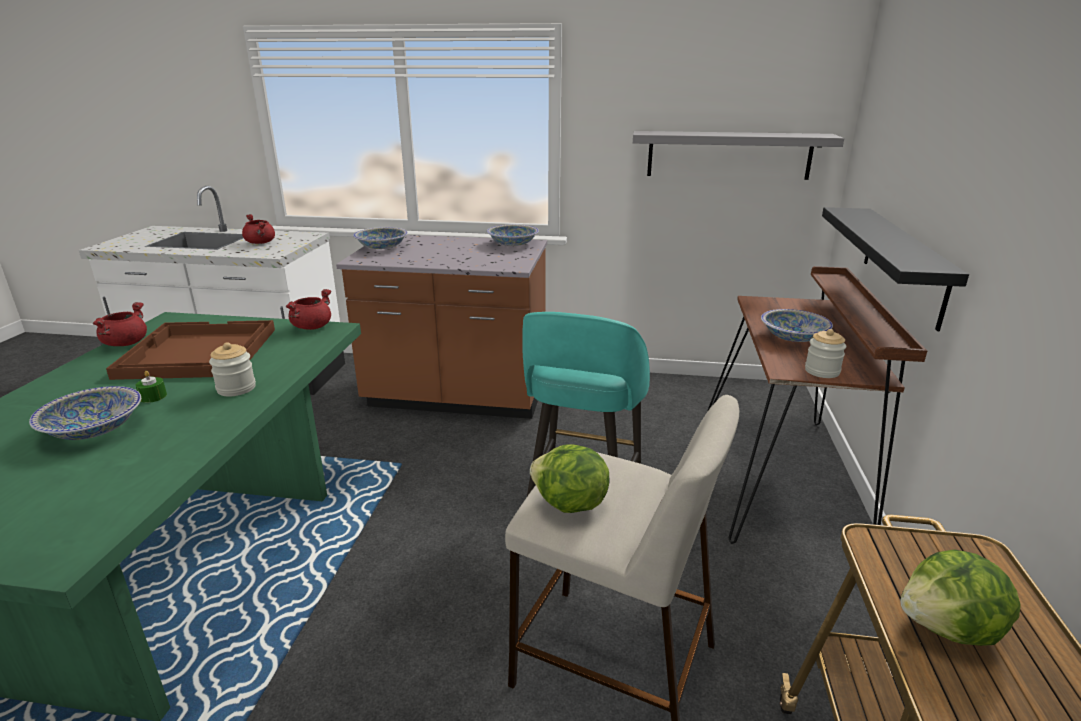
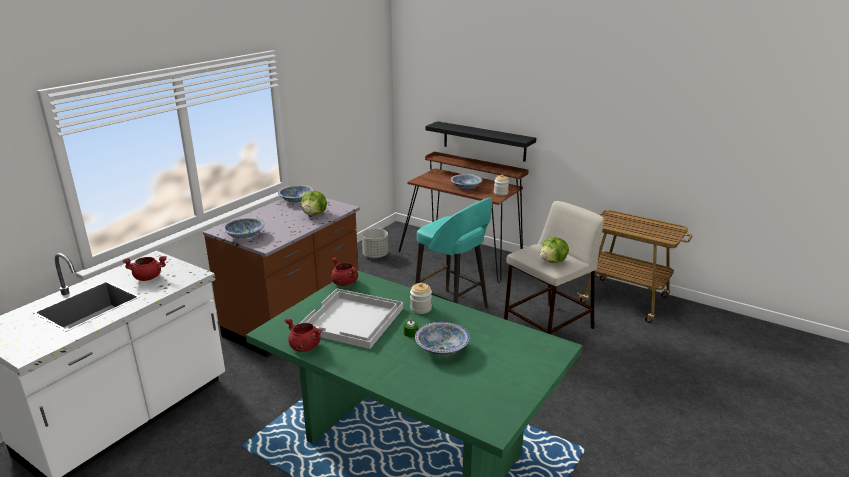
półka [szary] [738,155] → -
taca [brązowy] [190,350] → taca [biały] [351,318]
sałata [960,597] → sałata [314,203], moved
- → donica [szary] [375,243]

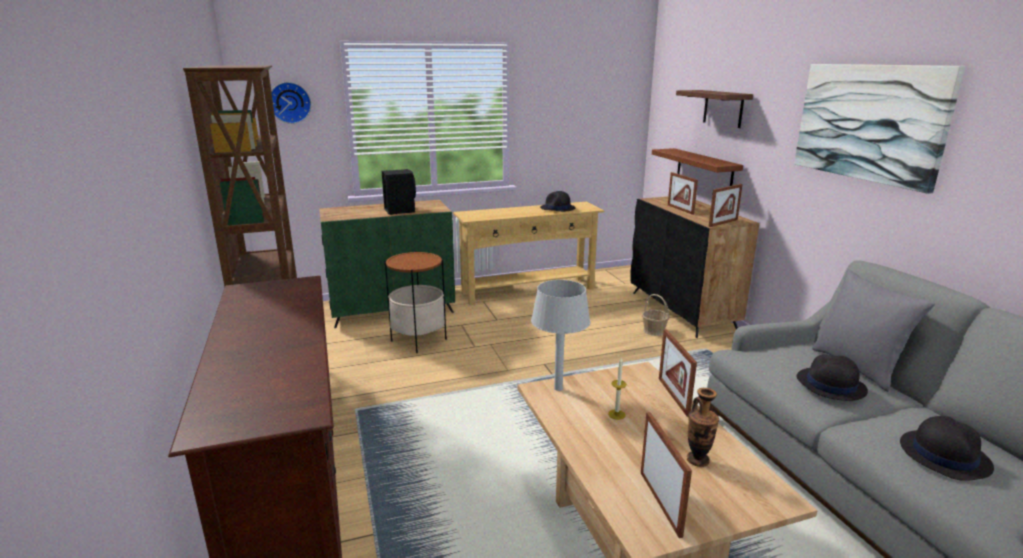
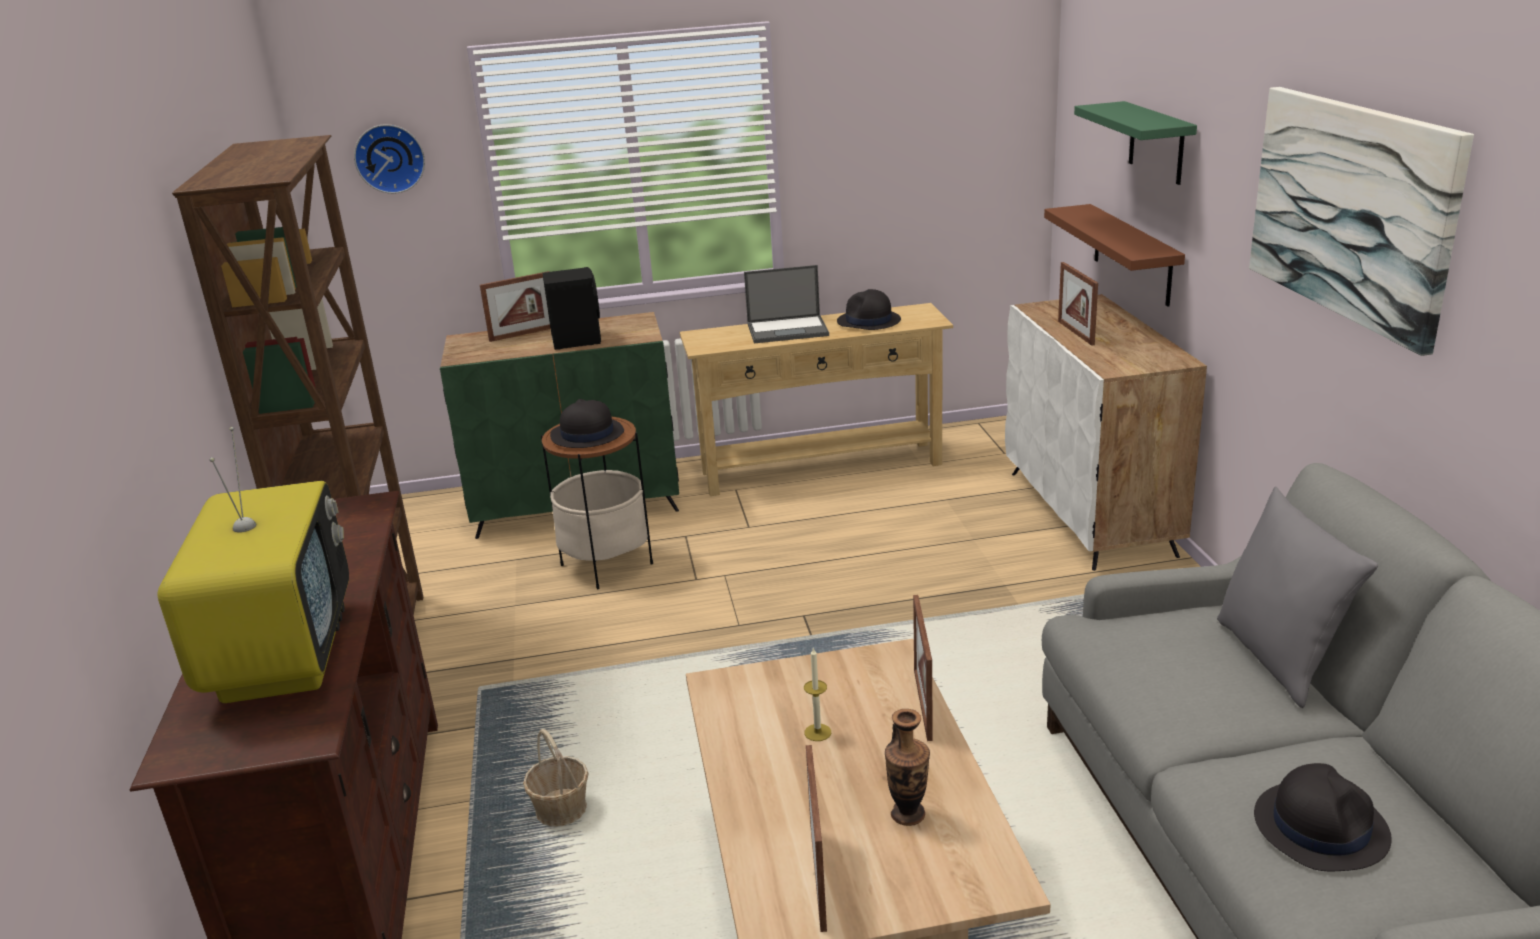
półka [brązowy] [714,109] → półka [zielony] [1135,143]
ramka na zdjęcie [726,205] → ramka na zdjęcie [515,306], moved
szafka [czarny] [694,267] → szafka [biały] [1106,432]
lampa stołowa [szary] [560,335] → -
koszyk [655,315] → koszyk [556,778], moved
kapelusz [czarny] [832,377] → kapelusz [czarny] [587,423], moved
- → laptop [786,304]
- → telewizor [253,565]

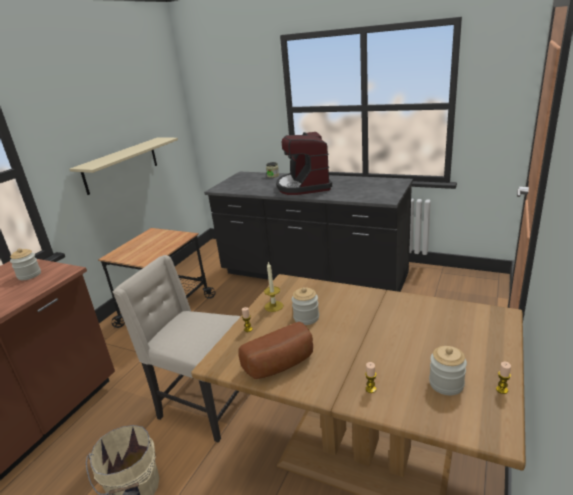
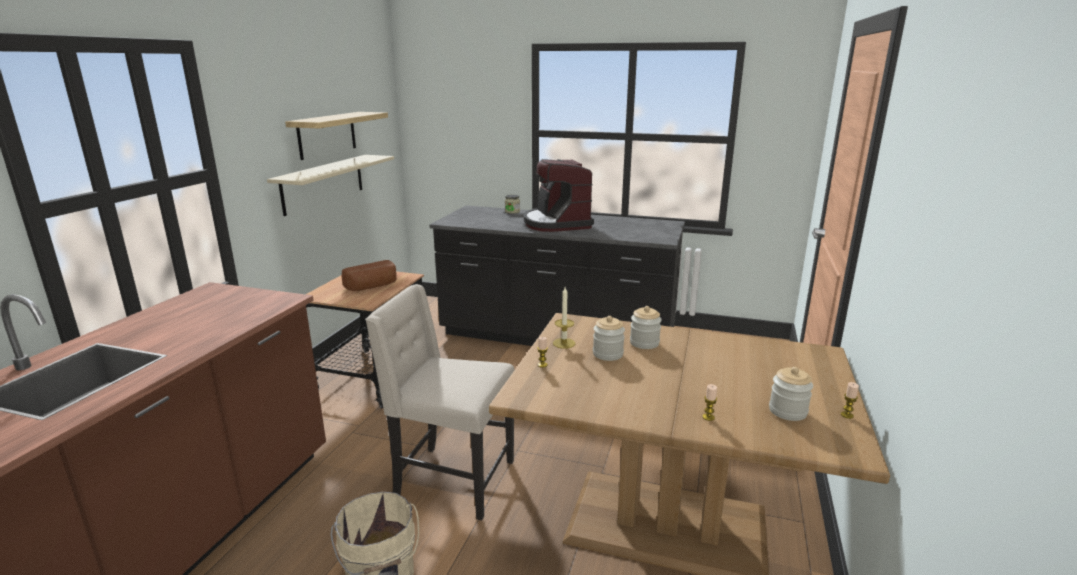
słoik [25,264] → słoik [646,327], moved
chleb [276,350] → chleb [369,275], moved
- → półka [336,136]

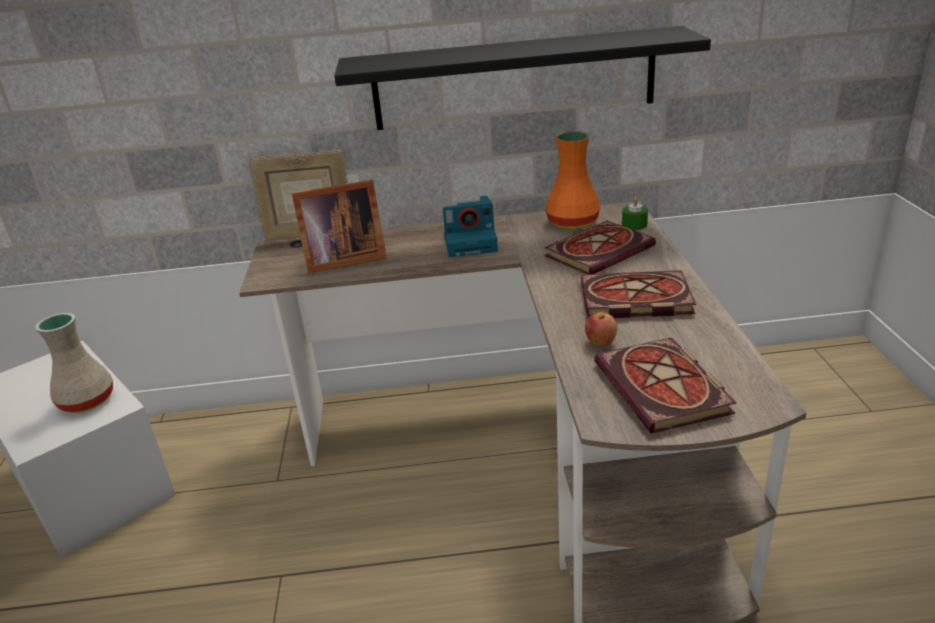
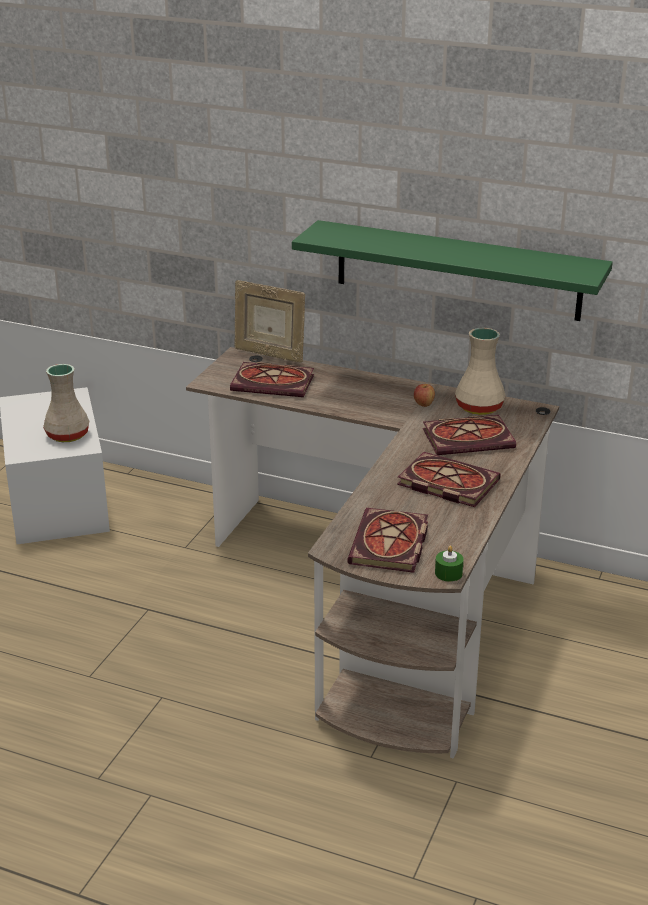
półka [czarny] [522,78] → półka [zielony] [452,270]
wazon [pomarańczowy] [572,180] → wazon [beżowy] [480,371]
ramka na zdjęcie [339,226] → książka [272,379]
aparat fotograficzny [470,226] → -
świeca [zielony] [635,213] → świeca [zielony] [449,564], moved
jabłko [601,329] → jabłko [424,395], moved

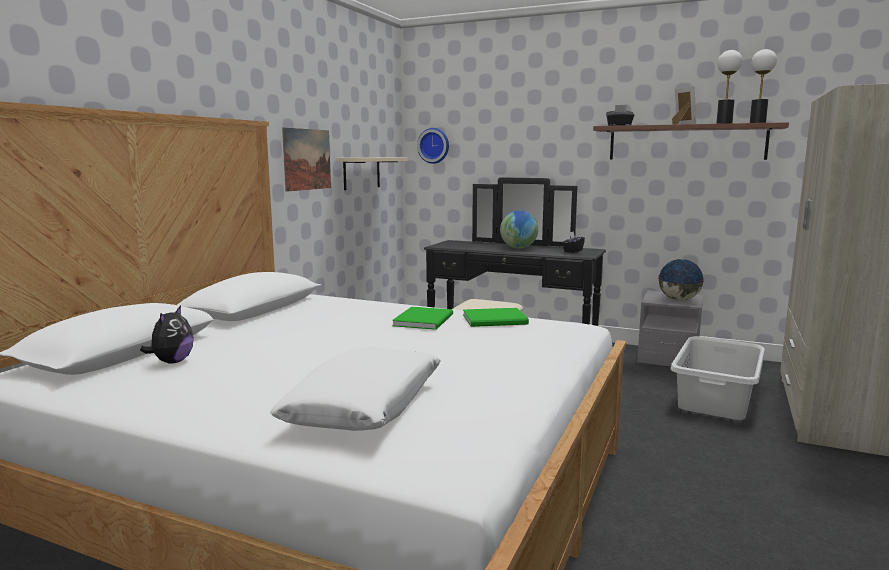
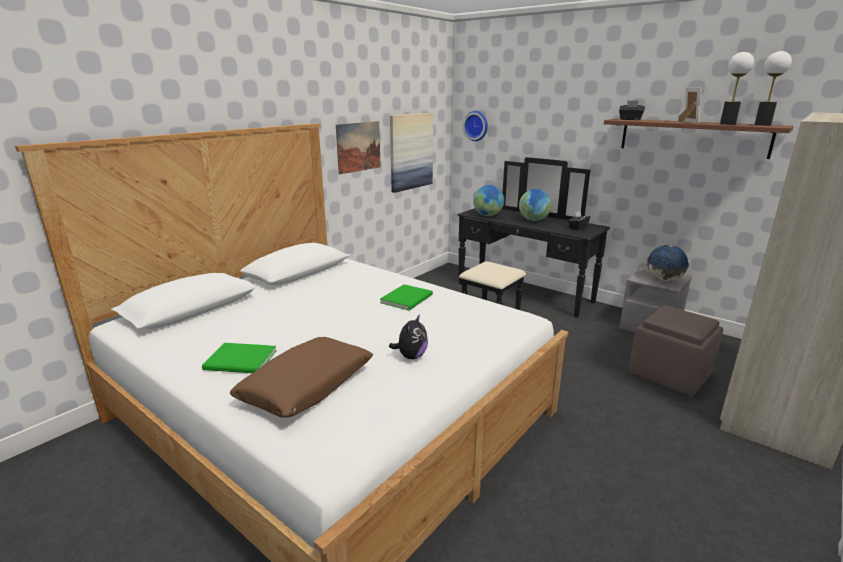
półka [beżowy] [372,174] → obraz [411,153]
pluszak [167,334] → pluszak [408,337], moved
książka [zielony] [496,317] → książka [zielony] [239,358], moved
kosz na pranie [szary] [717,378] → pufa [brązowy] [676,351]
poduszka [biały] [355,389] → poduszka [brązowy] [301,377]
- → globus [488,200]

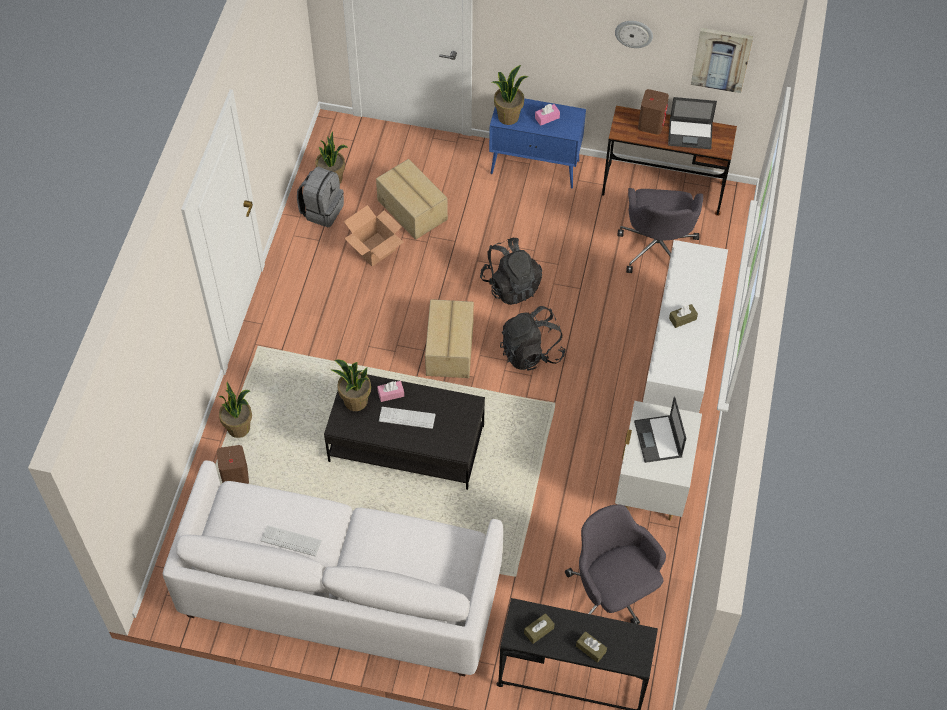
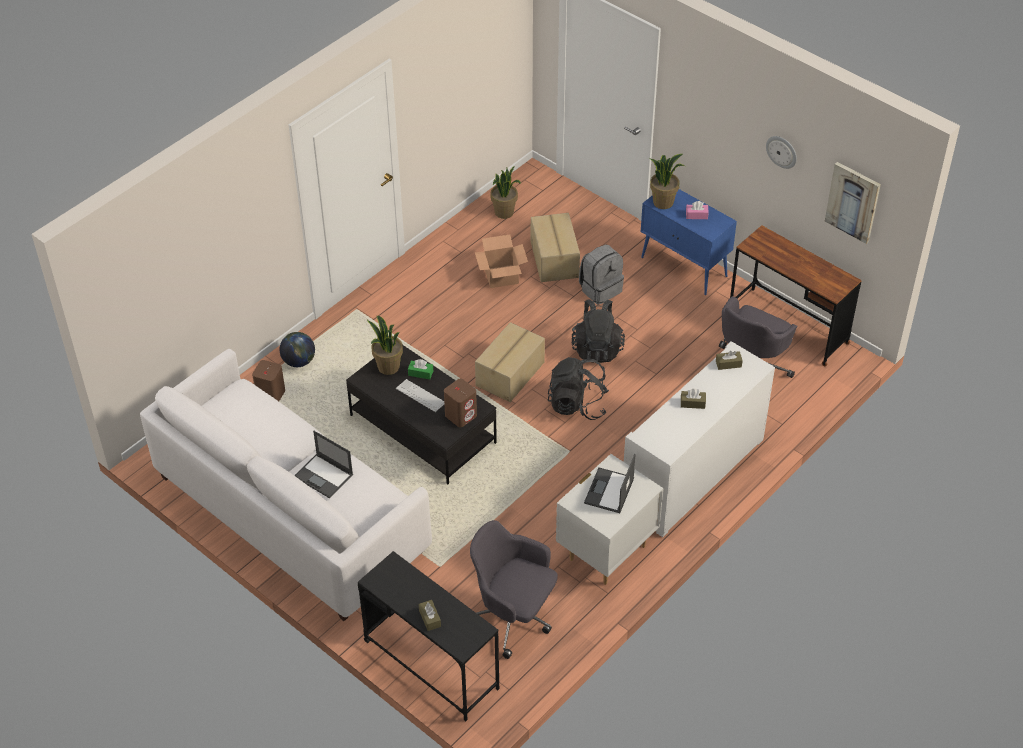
głośnik [brązowy] [653,112] → głośnik [brązowy] [460,403], moved
laptop [692,123] → laptop [323,464], moved
plecak [szary] [320,197] → plecak [szary] [601,274], moved
pudełko chusteczek [różowy] [390,391] → pudełko chusteczek [zielony] [420,369]
roślina doniczkowa [235,410] → globus [297,349]
krzesło biurowe [szary] [615,564] → krzesło biurowe [szary] [514,589], 60 degrees counterclockwise
klawiatura [291,541] → -
pudełko chusteczek [brązowy] [539,628] → pudełko chusteczek [brązowy] [729,360], moved

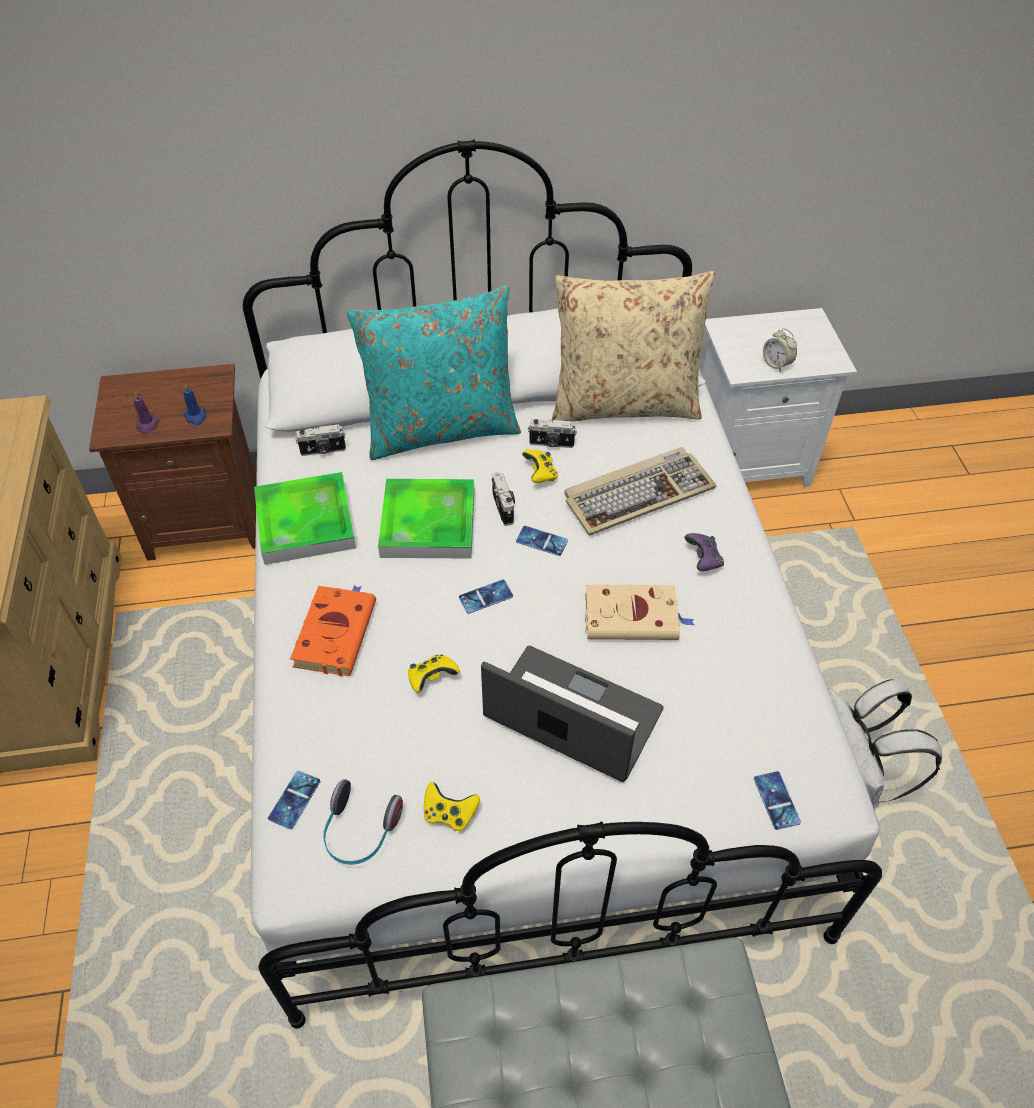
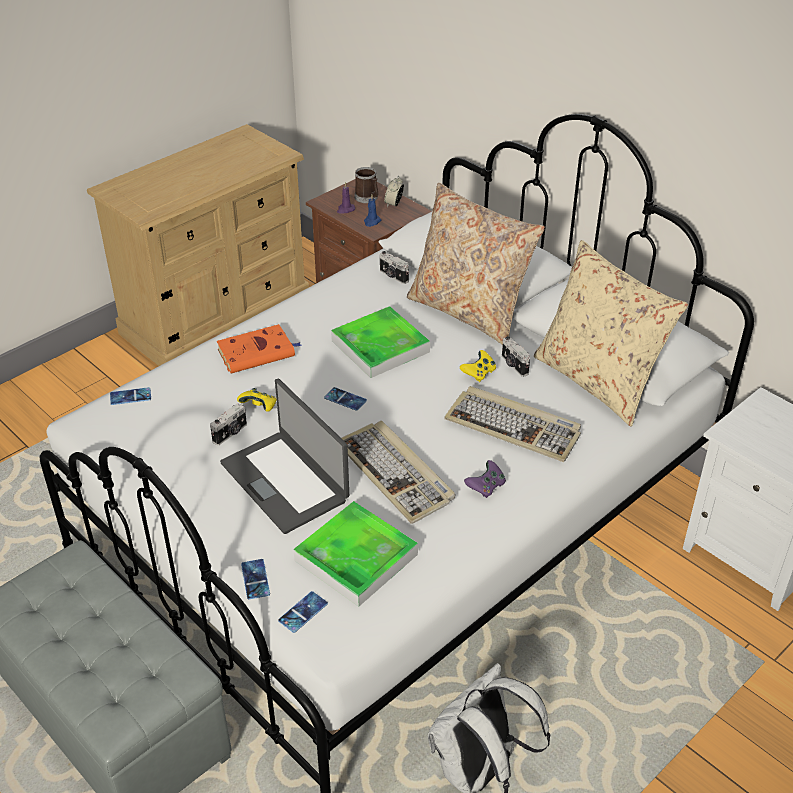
poduszka [turkusowy] [433,372] → poduszka [beżowy] [476,264]
budzik [780,350] → budzik [394,191], moved
taca [305,518] → taca [355,554], moved
aparat fotograficzny [503,499] → aparat fotograficzny [228,424], moved
telefon [542,541] → telefon [255,579], moved
książka [beżowy] [639,612] → klawiatura [398,472]
laptop [572,713] → laptop [284,456], 150 degrees clockwise
słuchawki [363,822] → -
pad do gier [żółty] [452,806] → -
- → kubek [366,185]

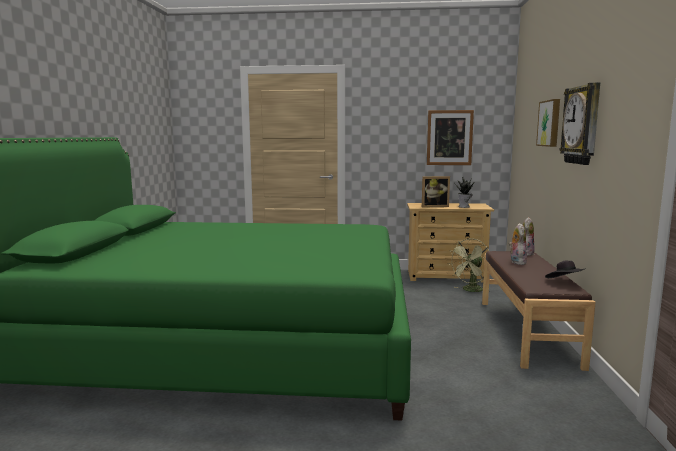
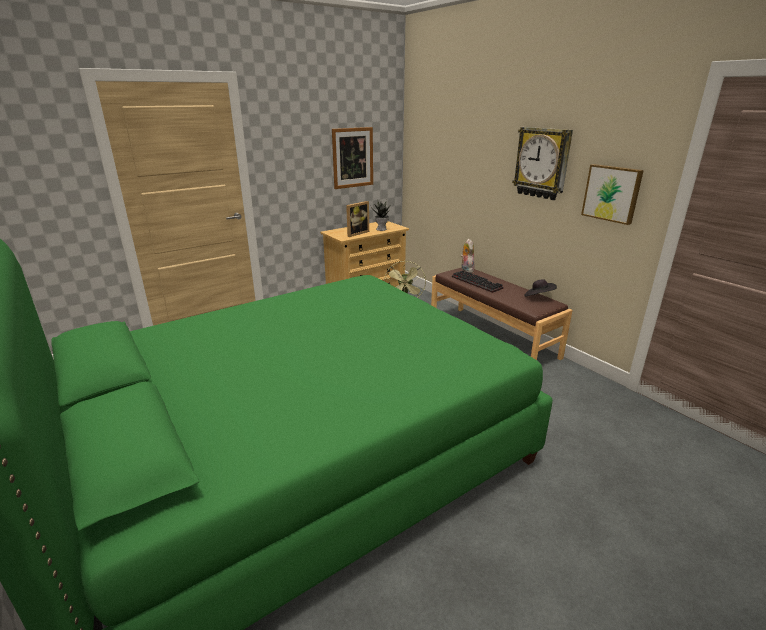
obraz [548,123] → obraz [612,194], moved
pluszak [518,244] → klawiatura [477,281]

